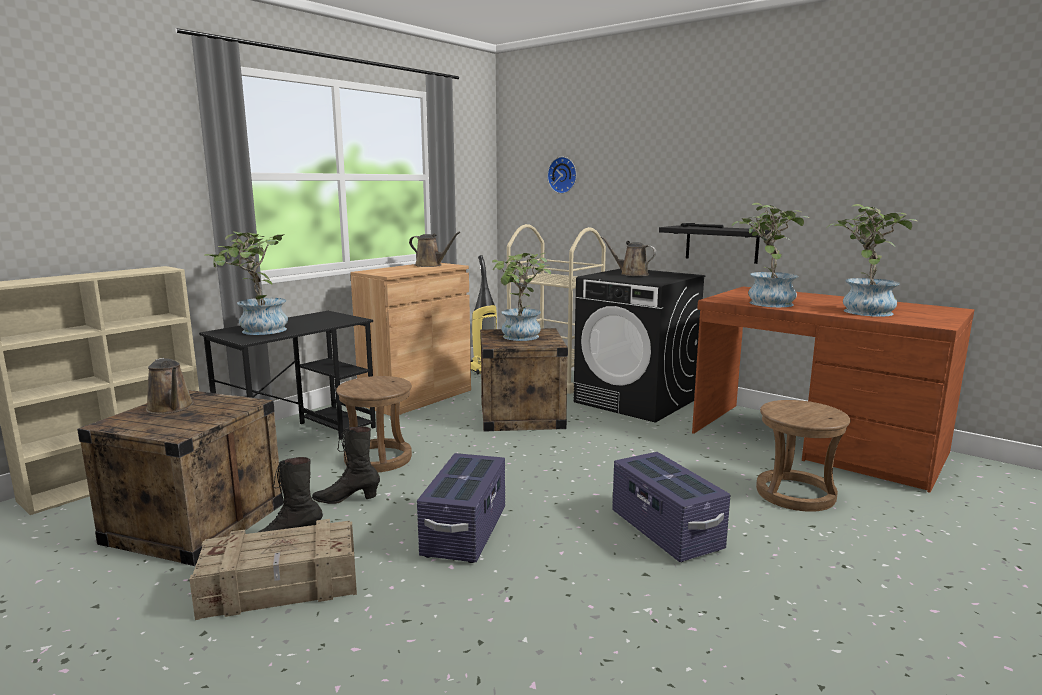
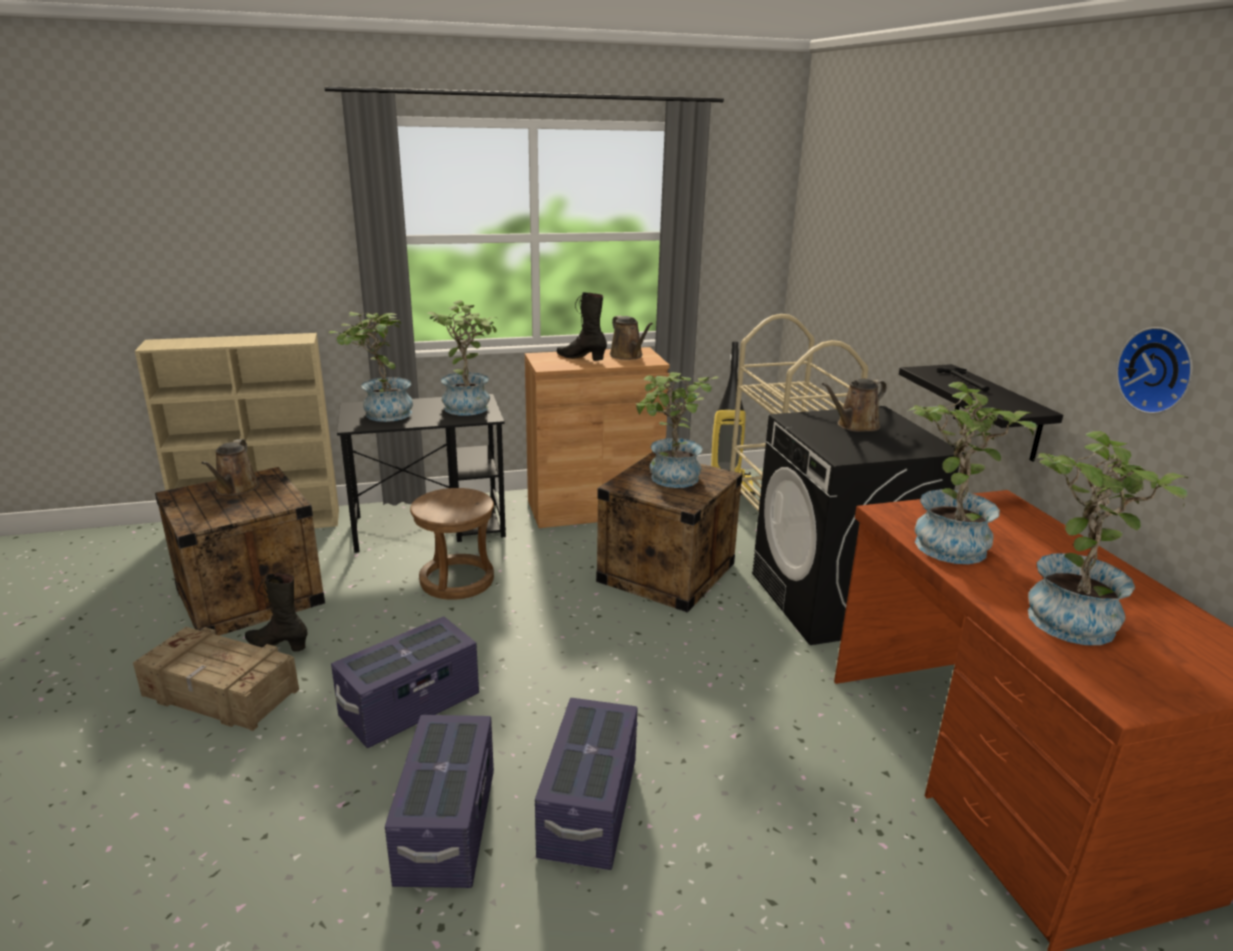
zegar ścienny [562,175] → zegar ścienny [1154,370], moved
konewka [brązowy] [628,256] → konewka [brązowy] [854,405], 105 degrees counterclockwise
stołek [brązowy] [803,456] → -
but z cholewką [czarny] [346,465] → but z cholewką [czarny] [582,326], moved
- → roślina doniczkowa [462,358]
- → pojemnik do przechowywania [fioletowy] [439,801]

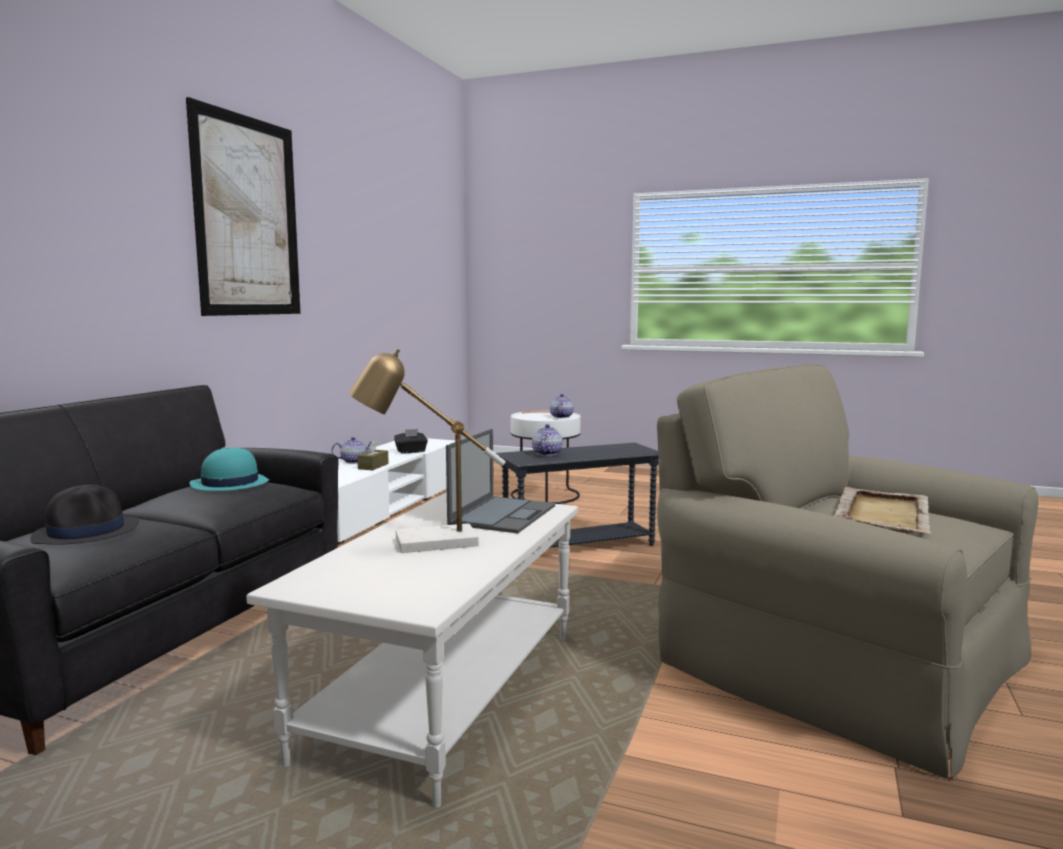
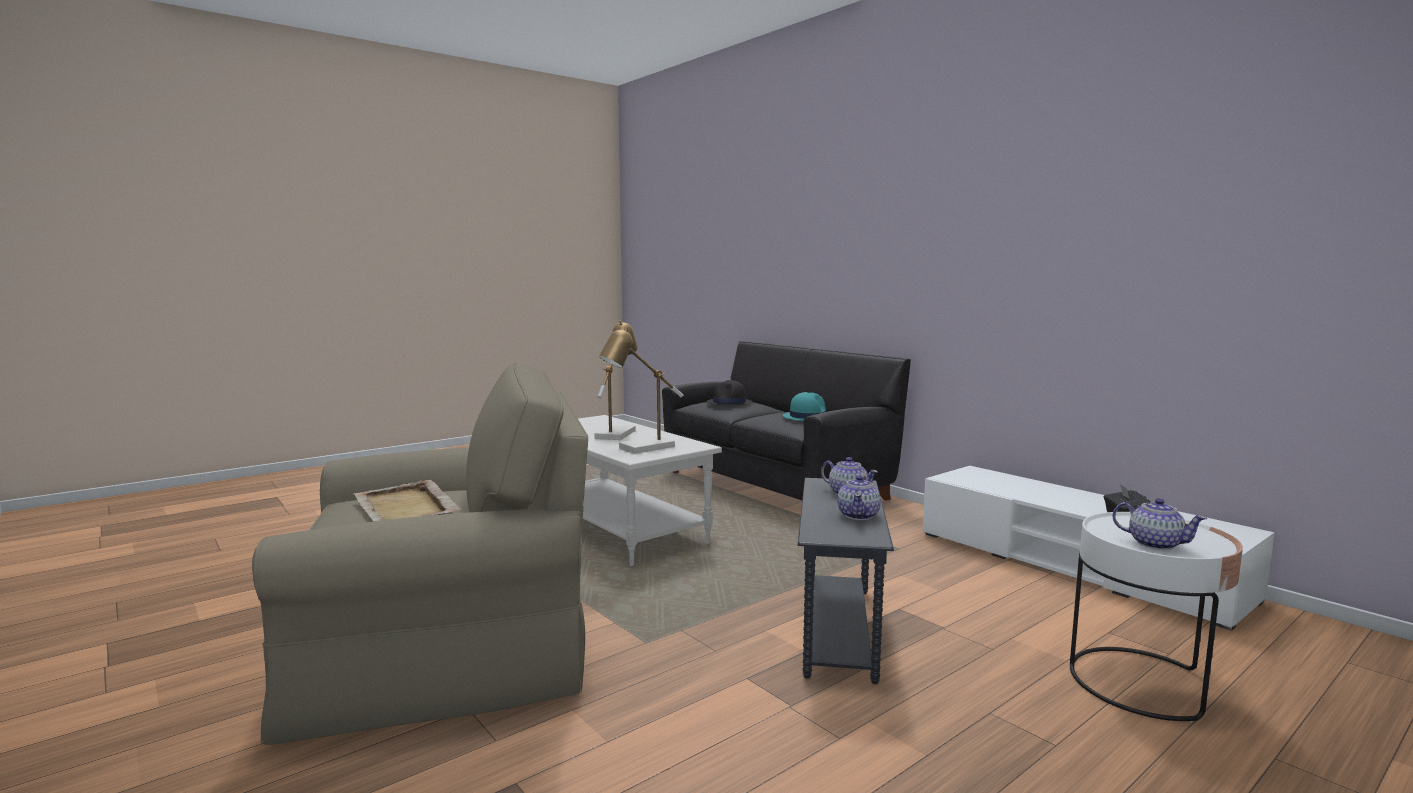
obraz [243,206] → -
laptop [500,481] → lampa stołowa [641,390]
imbryk [352,450] → imbryk [859,497], moved
pudełko chusteczek [brązowy] [373,455] → -

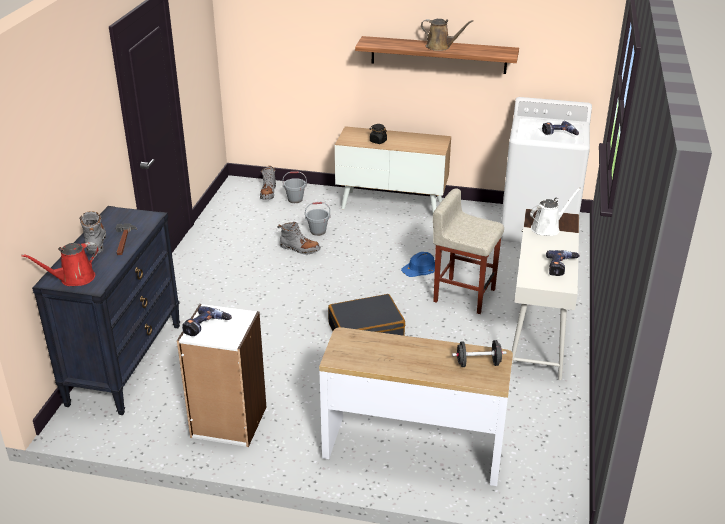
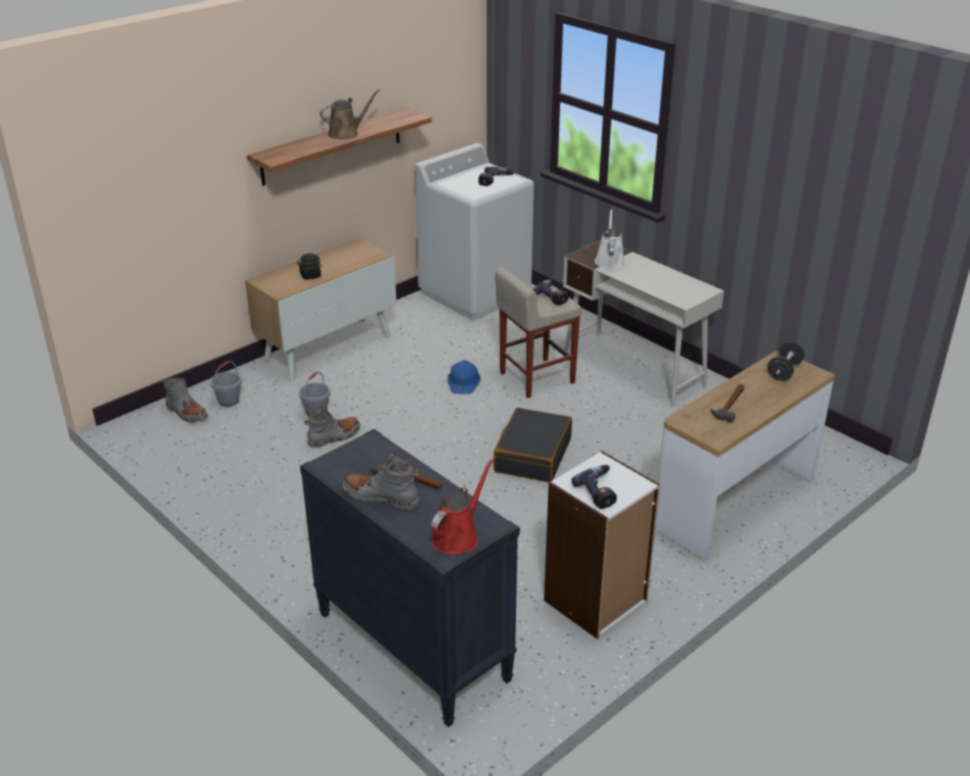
konewka [czerwony] [60,264] → konewka [czerwony] [462,507], 150 degrees counterclockwise
wiertarka [563,263] → wiertarka [551,292], moved
- → młotek [727,403]

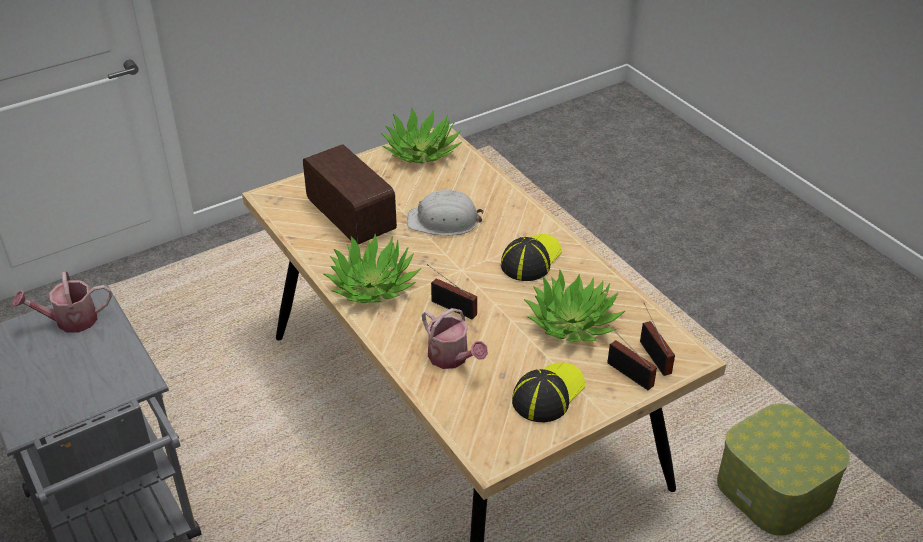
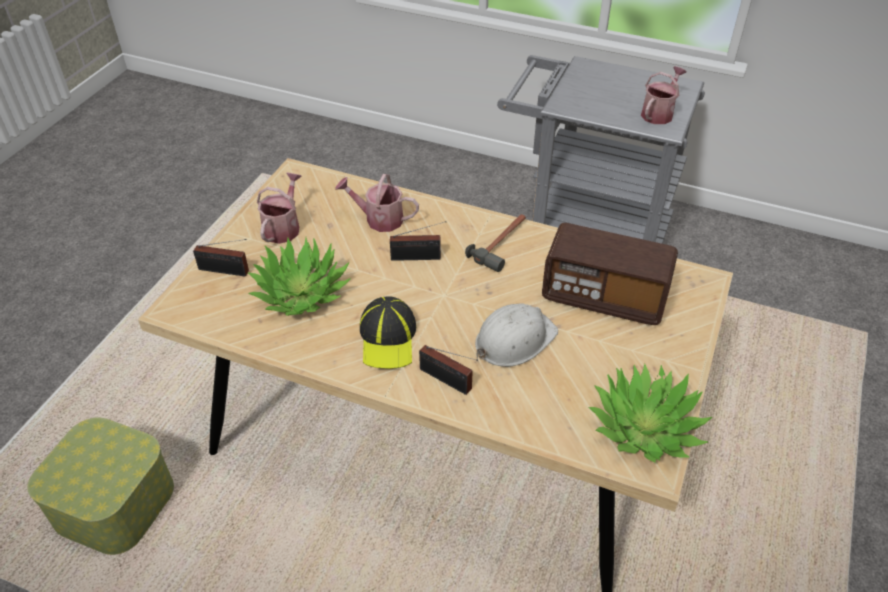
roślina doniczkowa [372,268] → młotek [495,243]
radio [657,339] → radio [448,370], moved
czapka z daszkiem [548,392] → konewka [279,208]

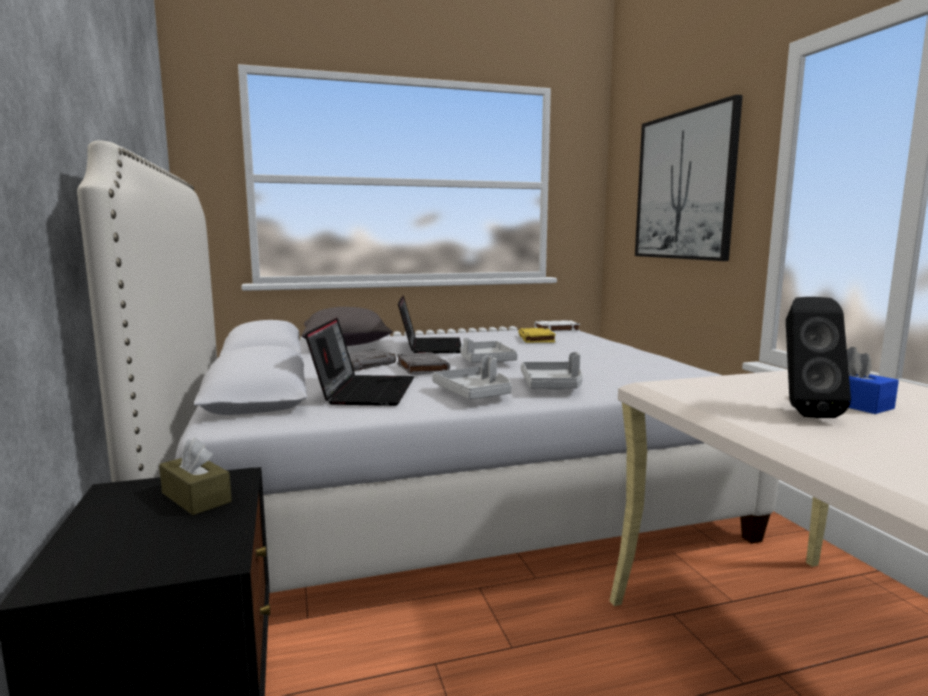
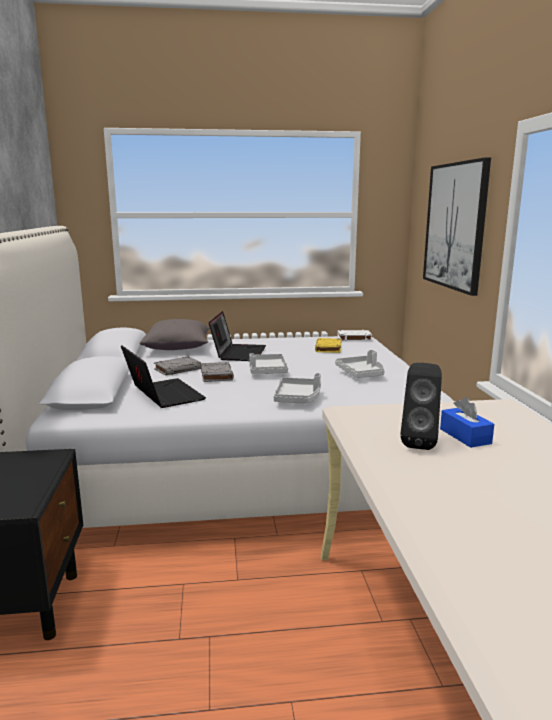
laptop [359,362] → laptop [163,376], 45 degrees counterclockwise
taca [szary] [472,378] → taca [szary] [360,364], moved
pudełko chusteczek [brązowy] [195,476] → -

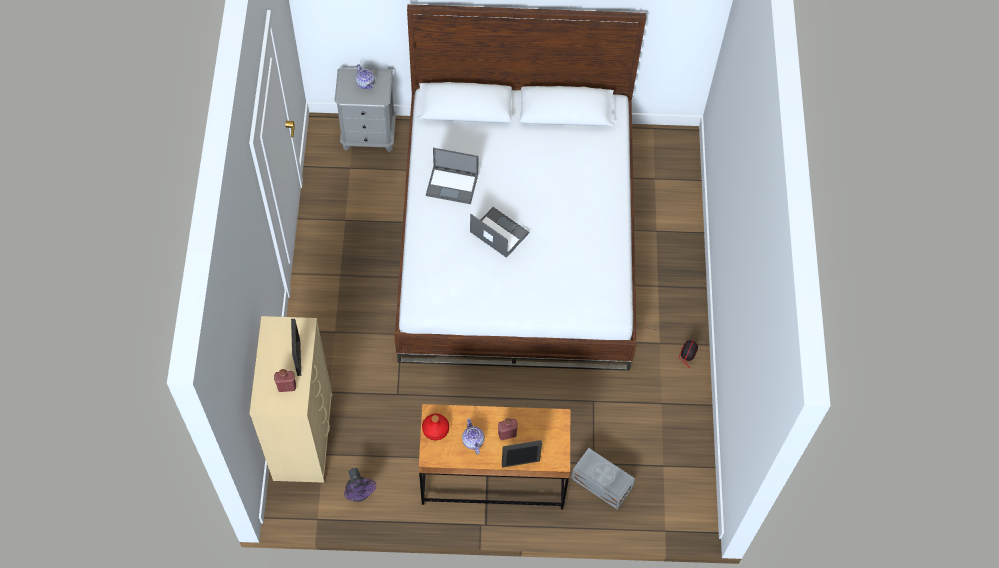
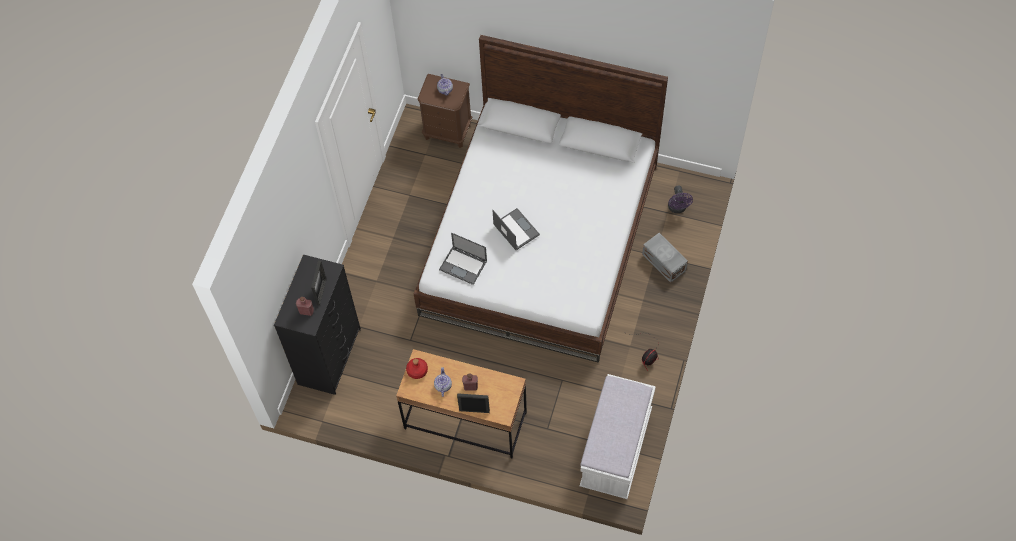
szafka nocna [szary] [365,110] → szafka nocna [brązowy] [445,111]
laptop [452,176] → laptop [463,259], moved
komoda [beżowy] [290,399] → komoda [czarny] [317,325]
pojemnik do przechowywania [szary] [603,478] → pojemnik do przechowywania [szary] [665,258], moved
wentylator [fioletowy] [360,485] → wentylator [fioletowy] [680,199], moved
- → ławka [biały] [618,436]

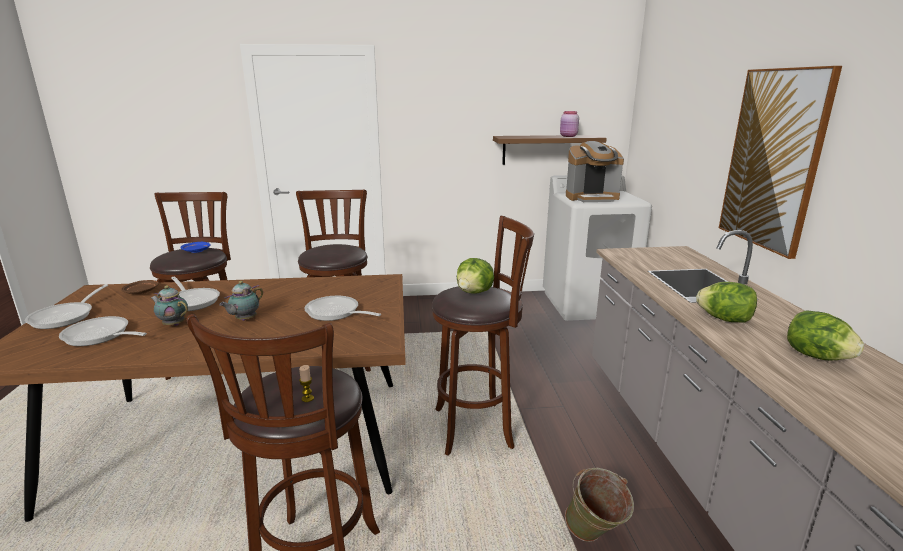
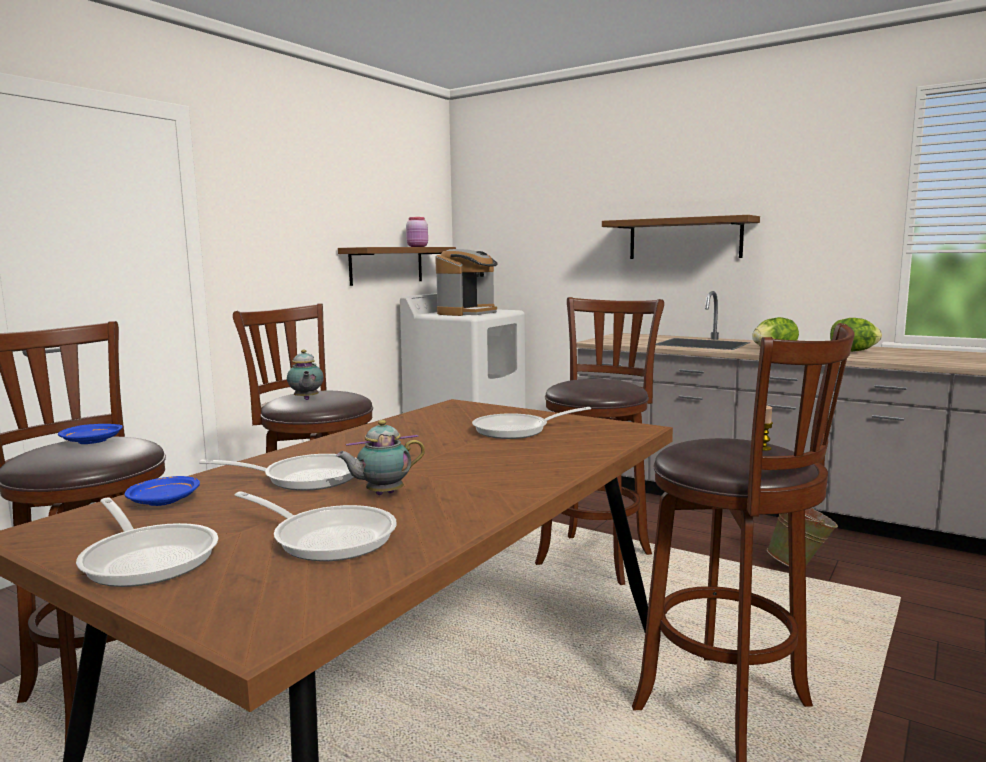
obraz [780,162] → półka [brązowy] [681,237]
sałata [475,276] → -
talerz [brązowy] [140,287] → talerz [niebieski] [162,491]
imbryk [241,301] → imbryk [305,375], moved
patelnia [103,331] → patelnia [315,526], 120 degrees counterclockwise

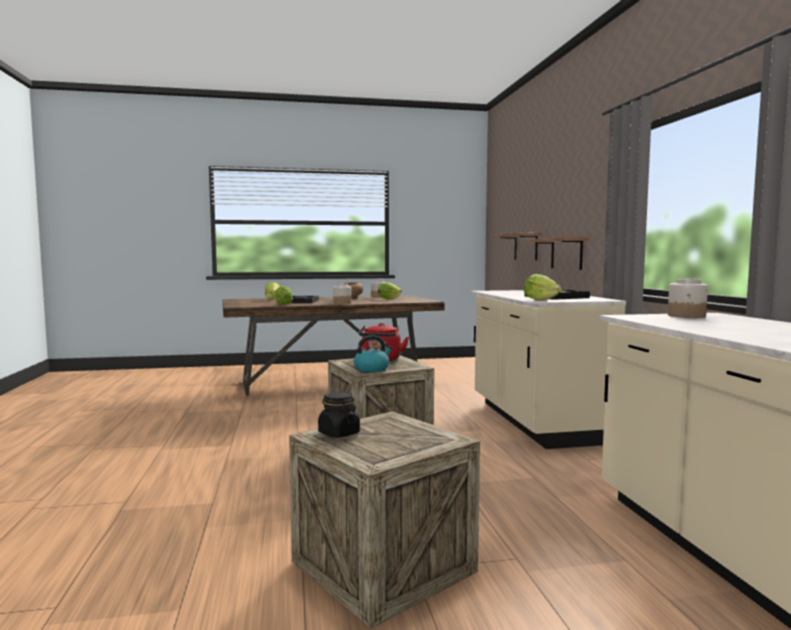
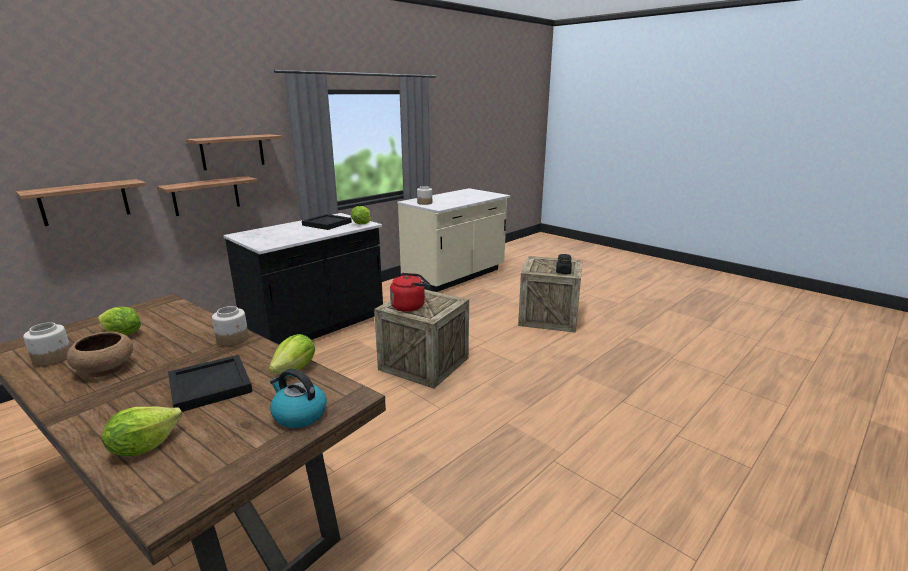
zabudowa kuchenna [beżowy] [548,369] → zabudowa kuchenna [czarny] [303,279]
czajnik [373,353] → czajnik [298,398], moved
- → półka [234,152]

